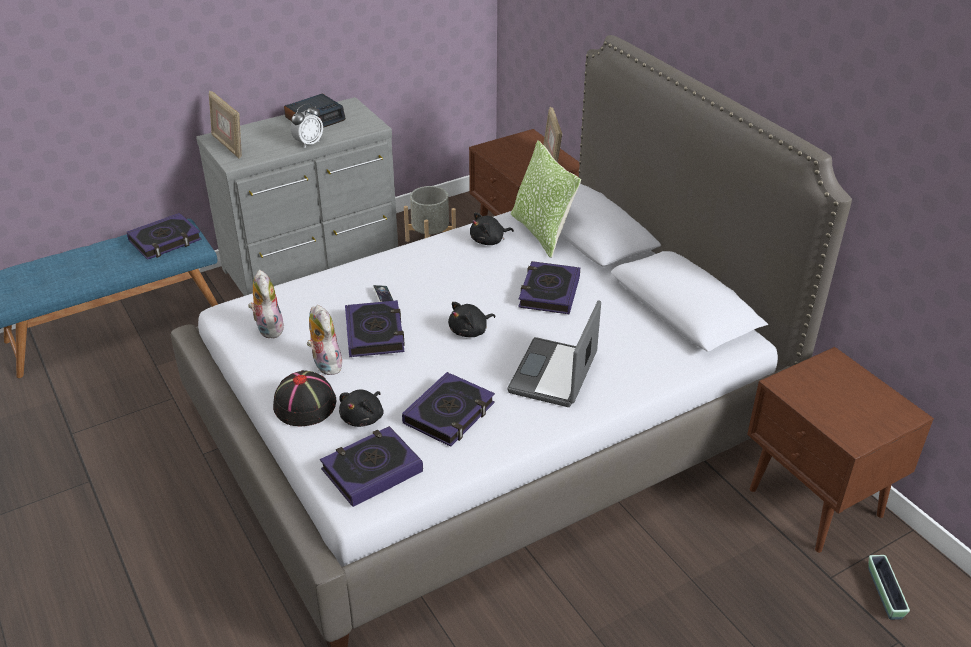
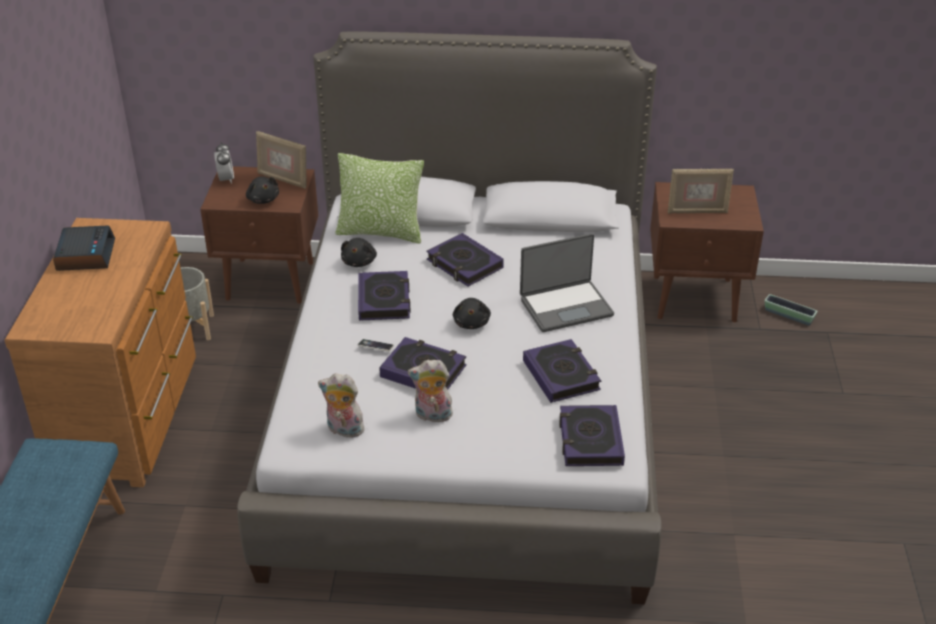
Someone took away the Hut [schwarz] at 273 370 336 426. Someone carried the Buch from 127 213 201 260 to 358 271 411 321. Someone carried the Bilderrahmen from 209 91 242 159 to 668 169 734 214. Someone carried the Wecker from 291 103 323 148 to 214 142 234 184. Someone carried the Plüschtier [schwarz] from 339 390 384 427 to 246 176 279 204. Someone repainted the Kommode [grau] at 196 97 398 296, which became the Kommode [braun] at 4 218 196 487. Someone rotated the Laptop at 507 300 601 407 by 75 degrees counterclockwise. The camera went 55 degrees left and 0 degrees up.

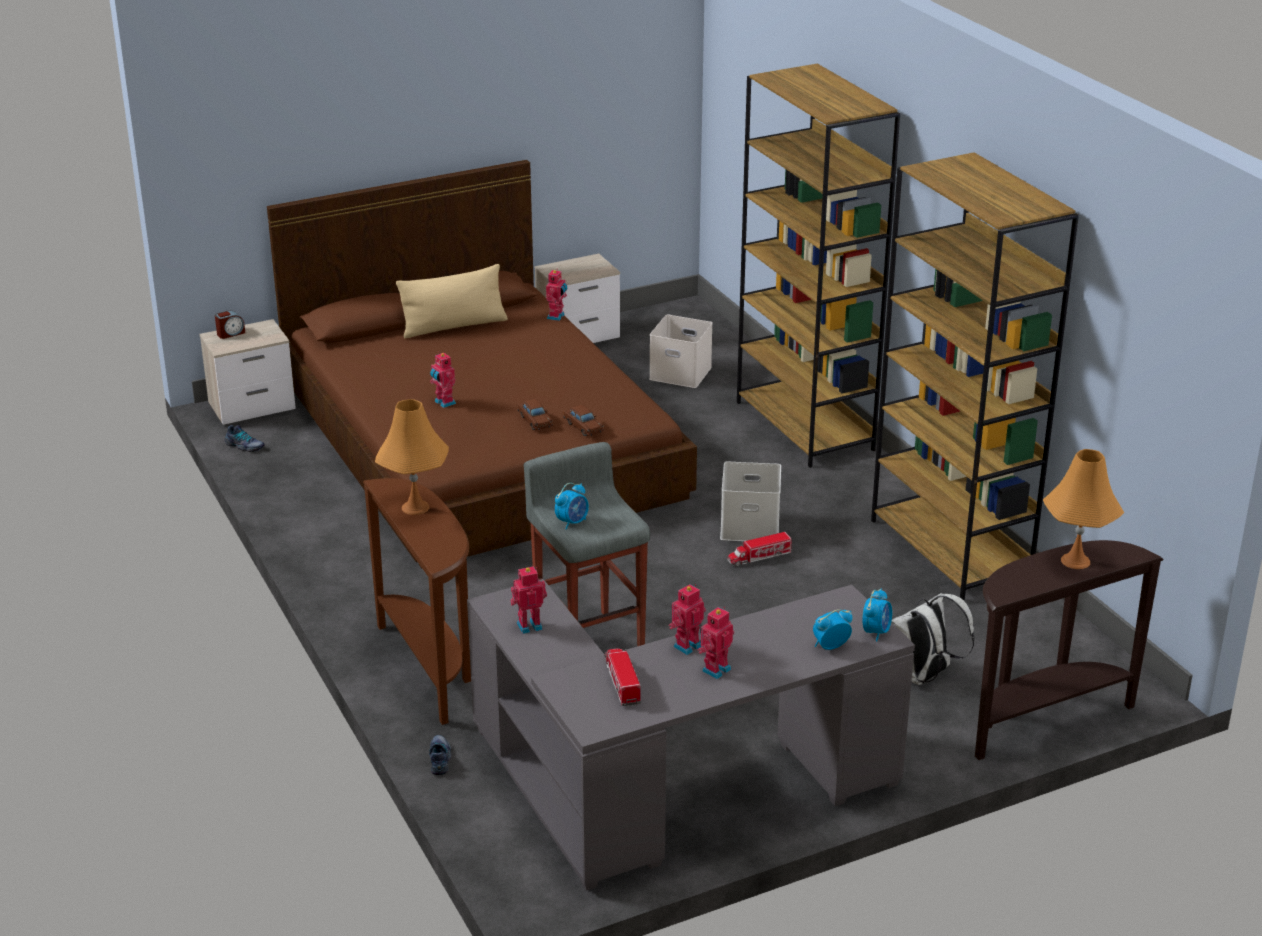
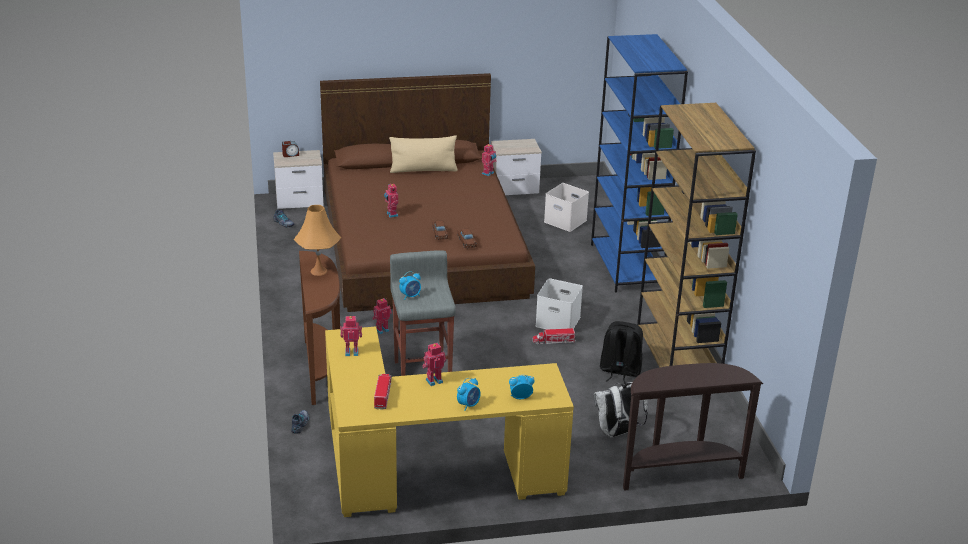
Someone took away the Tischlampe [orange] at 1043 449 1124 569. Someone put down the Rucksack [schwarz] at 600 321 643 384. Someone carried the Spielzeugroboter from 698 607 734 679 to 372 298 392 334. Someone carried the Wecker from 862 588 892 641 to 457 378 481 411. Someone repainted the Schreibtisch [grau] at 467 579 915 891, which became the Schreibtisch [gelb] at 325 327 574 517. Someone repainted the Bücherregal [braun] at 737 63 900 468, which became the Bücherregal [blau] at 591 34 688 292. The camera went 15 degrees right and 0 degrees up.

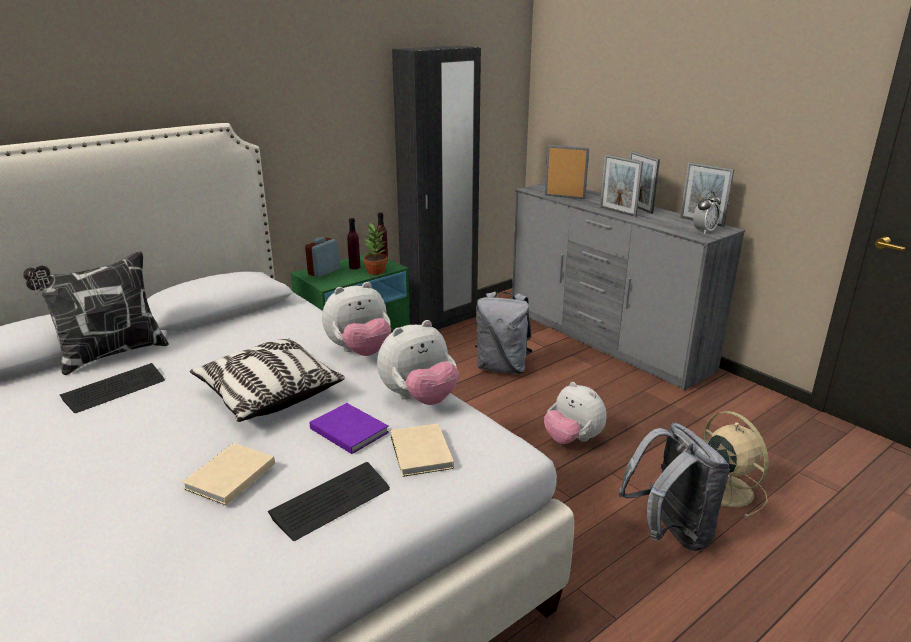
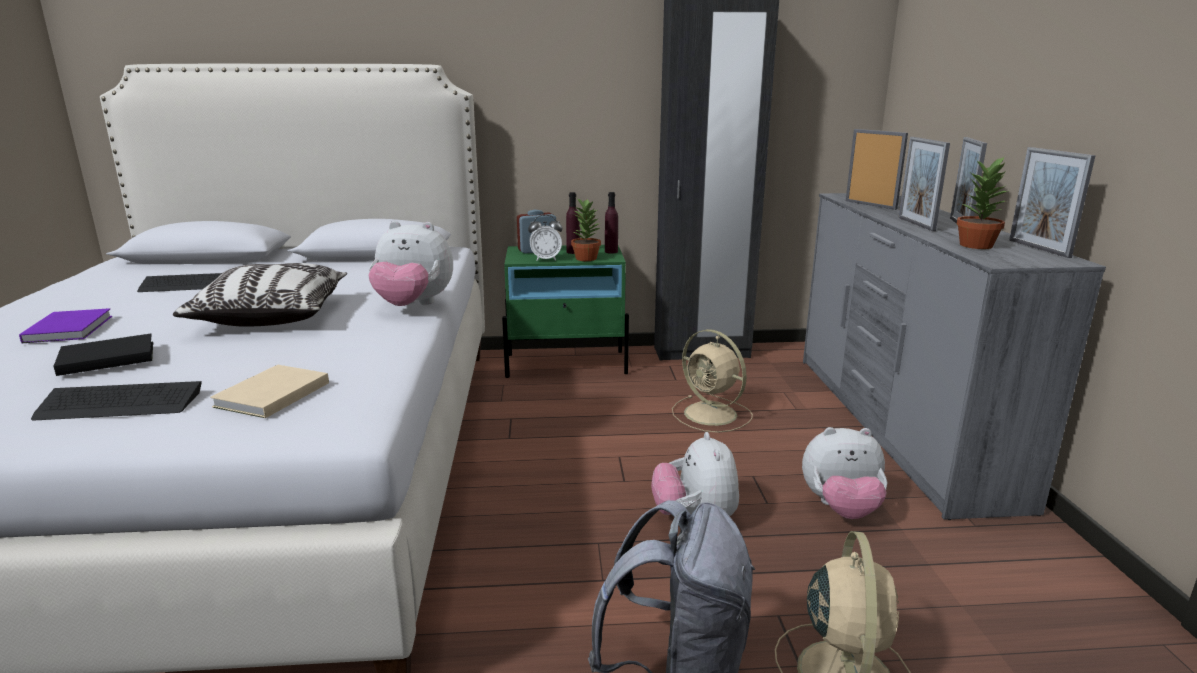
Someone took away the Kissen at 23 251 169 375. Someone put down the Topfpflanze at 957 156 1008 249. Someone carried the Buch [lila] from 310 403 389 454 to 19 308 112 343. Someone carried the Plüschtier from 377 320 459 405 to 802 427 887 519. Someone carried the Wecker from 693 192 721 234 to 528 215 562 261. Someone swapped the Rucksack [grau] at 475 292 532 374 for the Ventilator [beige] at 672 329 753 433. Someone repainted the Buch [beige] at 182 443 275 505, which became the Buch [schwarz] at 54 334 153 376. The camera went 35 degrees right and 5 degrees down.

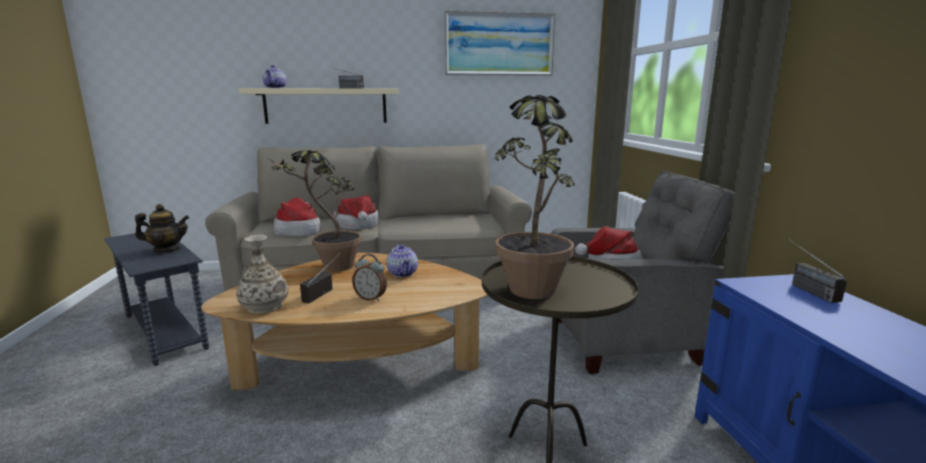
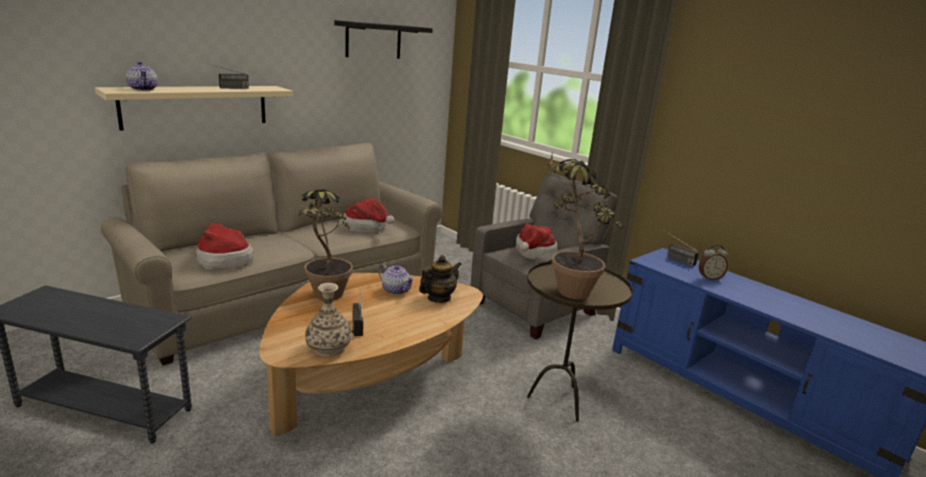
Someone carried the Teekanne from 135 204 189 253 to 419 255 462 303. Someone carried the Hut from 333 195 379 230 to 342 198 394 232. Someone carried the Wecker from 352 254 387 301 to 699 244 728 280. Someone swapped the Bild at 444 11 555 76 for the Wandregal [schwarz] at 334 20 433 59. The camera went 35 degrees left and 5 degrees up.

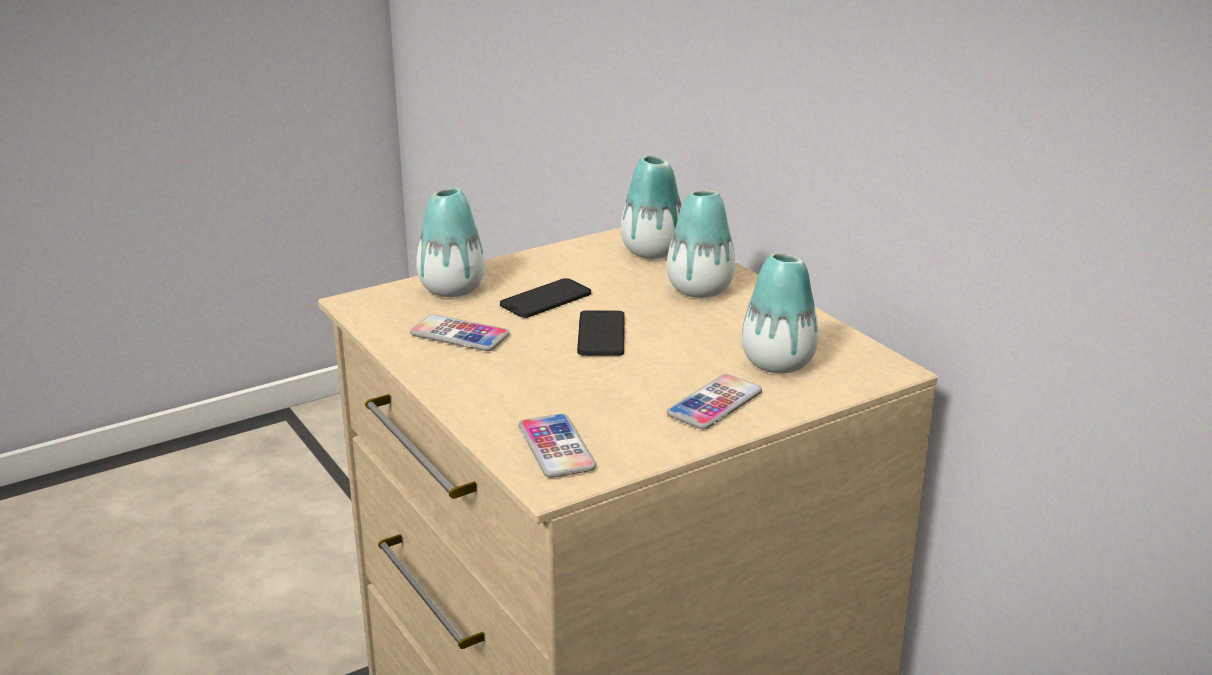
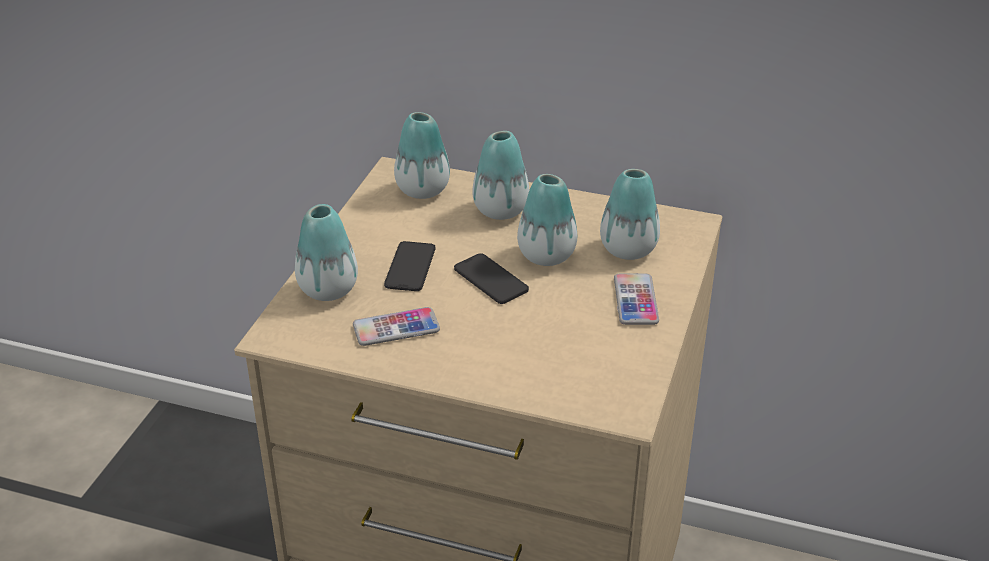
Someone took away the Handy at 519 414 596 478. Someone put down the Vase at 517 174 577 266. The camera went 40 degrees left and 10 degrees up.

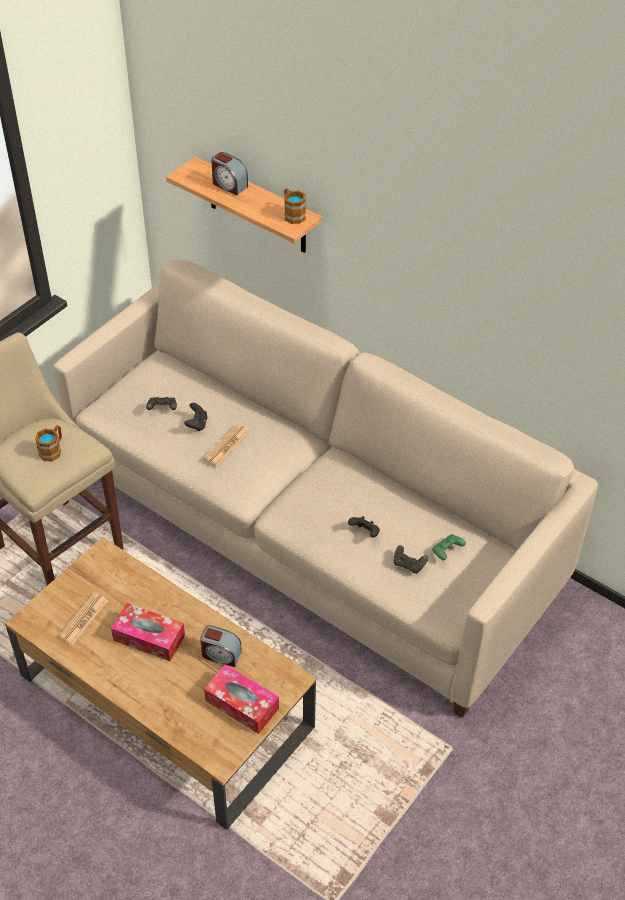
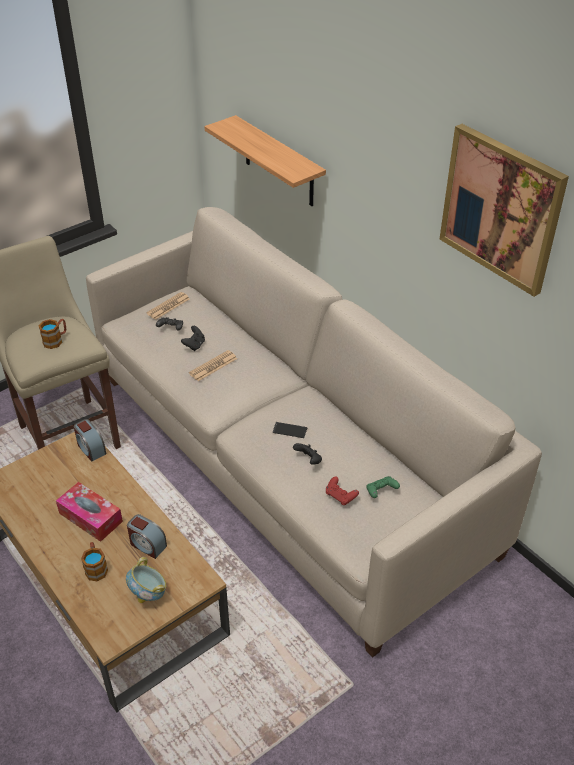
Someone put down the Handy at 272 422 308 438. Someone put up the Bild at 440 124 569 297. Someone carried the Zeitung from 58 593 108 645 to 146 292 190 320. Someone carried the Wecker from 211 152 248 196 to 74 419 106 462. Someone carried the Henkelbecher from 284 189 306 224 to 81 542 108 581. Someone swapped the Taschentuchbox at 204 664 279 734 for the Schüssel at 126 557 166 603. Someone repainted the Gamepad [schwarz] at 394 545 428 574, which became the Gamepad [rot] at 326 476 359 506. The camera went 15 degrees right and 5 degrees down.

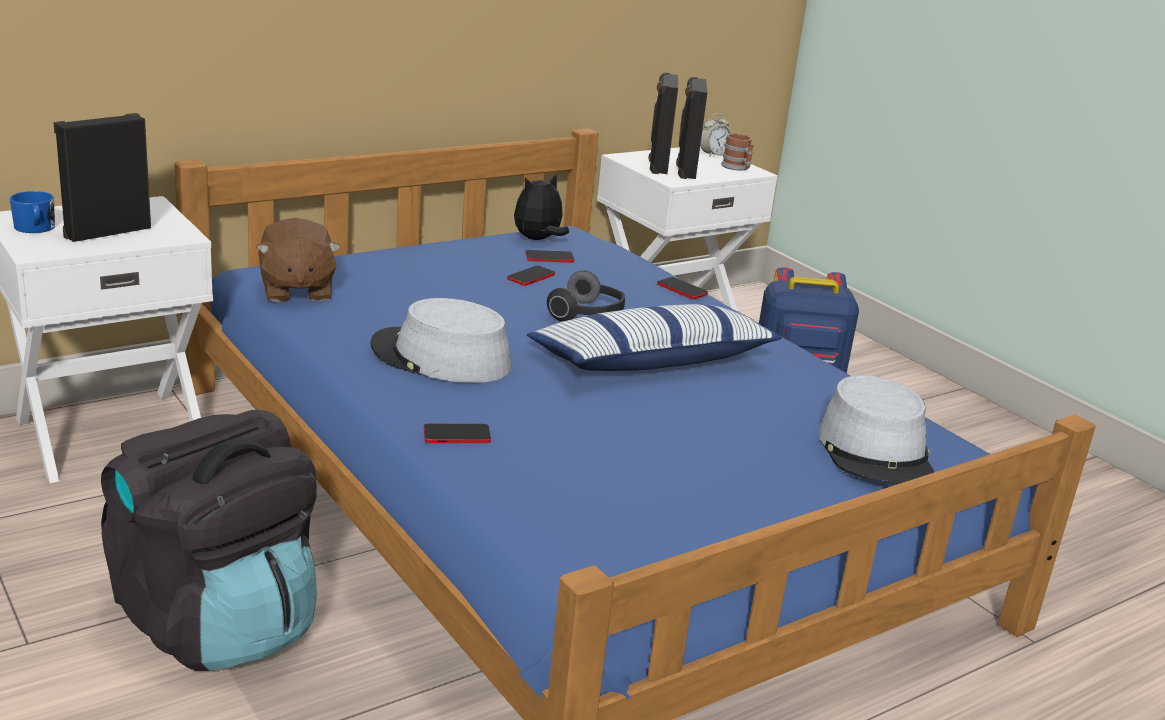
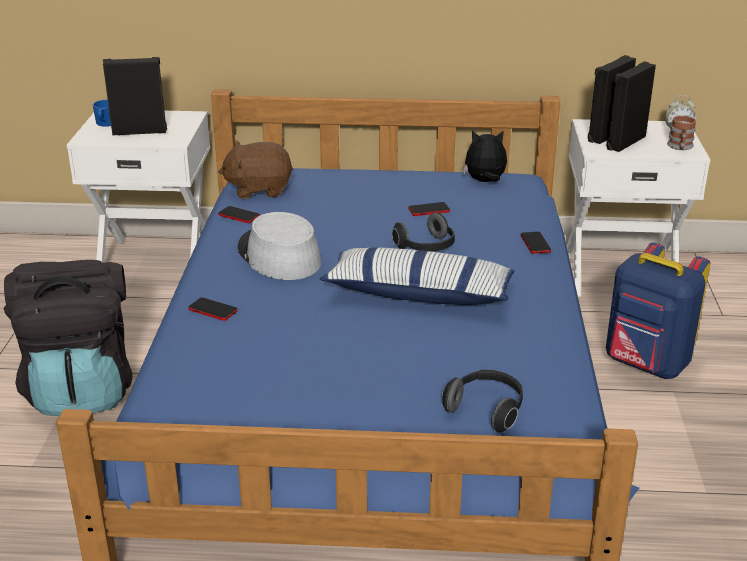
Someone carried the Handy from 526 250 574 263 to 218 206 260 223. Someone swapped the Hut [grau] at 819 375 934 485 for the Kopfhörer at 442 370 523 433. Someone rotated the Plüschtier [braun] at 256 218 341 302 by 60 degrees clockwise. The camera went 40 degrees right and 5 degrees up.

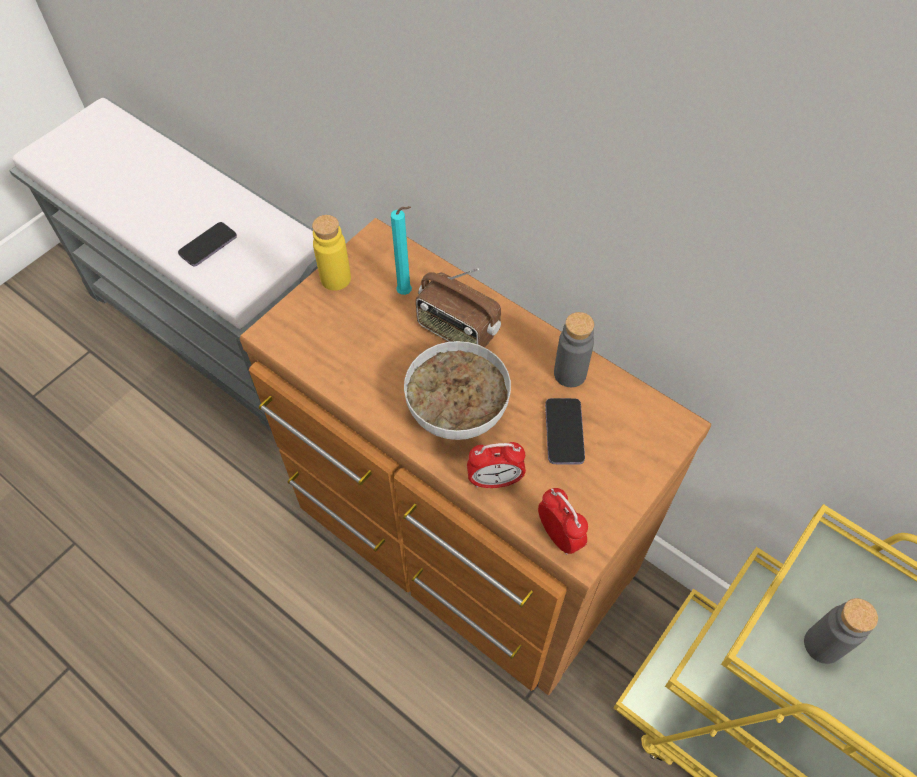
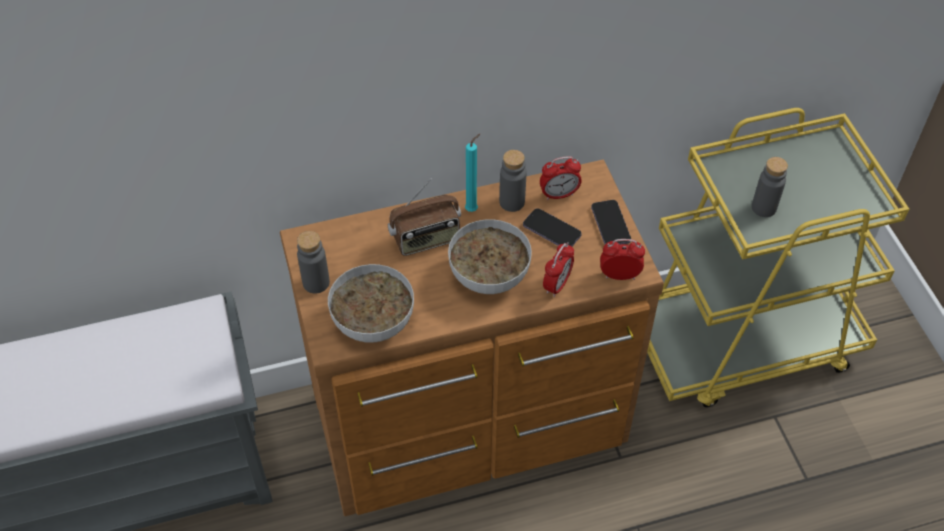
Someone put down the Schüssel at 328 264 414 343. Someone put down the Wecker at 540 156 582 200. Someone carried the Handy from 178 222 237 266 to 591 200 631 244. Someone carried the Kerze [türkis] from 391 206 412 295 to 465 134 480 212. Someone repainted the Flasche [gelb] at 312 215 351 291, which became the Flasche [grau] at 297 231 330 294. The camera went 55 degrees left and 5 degrees down.

